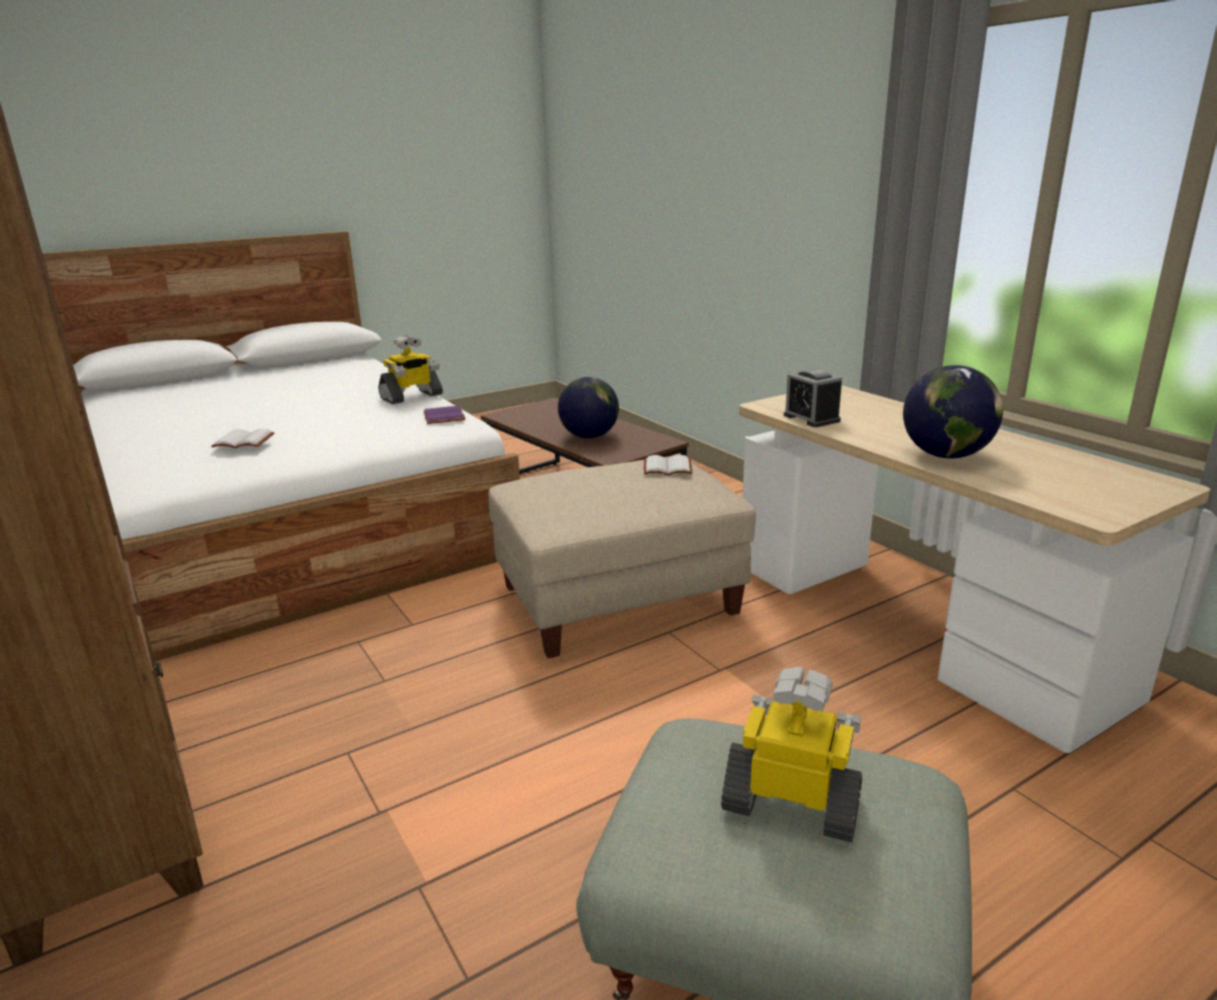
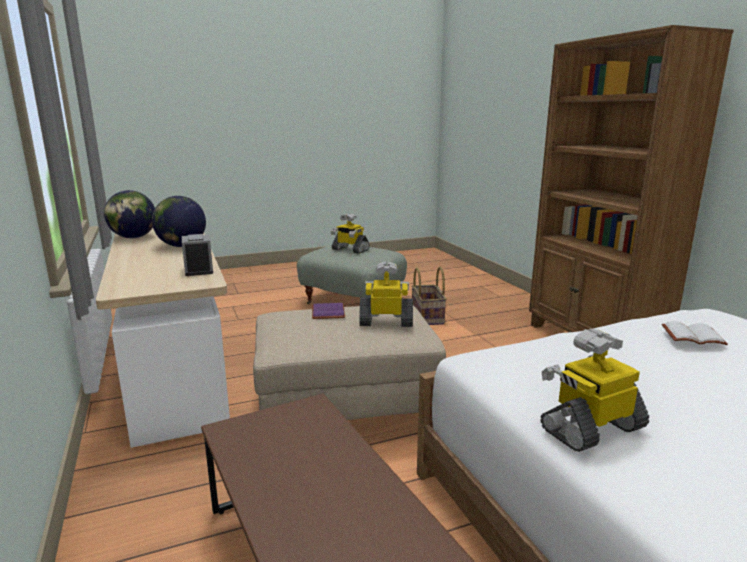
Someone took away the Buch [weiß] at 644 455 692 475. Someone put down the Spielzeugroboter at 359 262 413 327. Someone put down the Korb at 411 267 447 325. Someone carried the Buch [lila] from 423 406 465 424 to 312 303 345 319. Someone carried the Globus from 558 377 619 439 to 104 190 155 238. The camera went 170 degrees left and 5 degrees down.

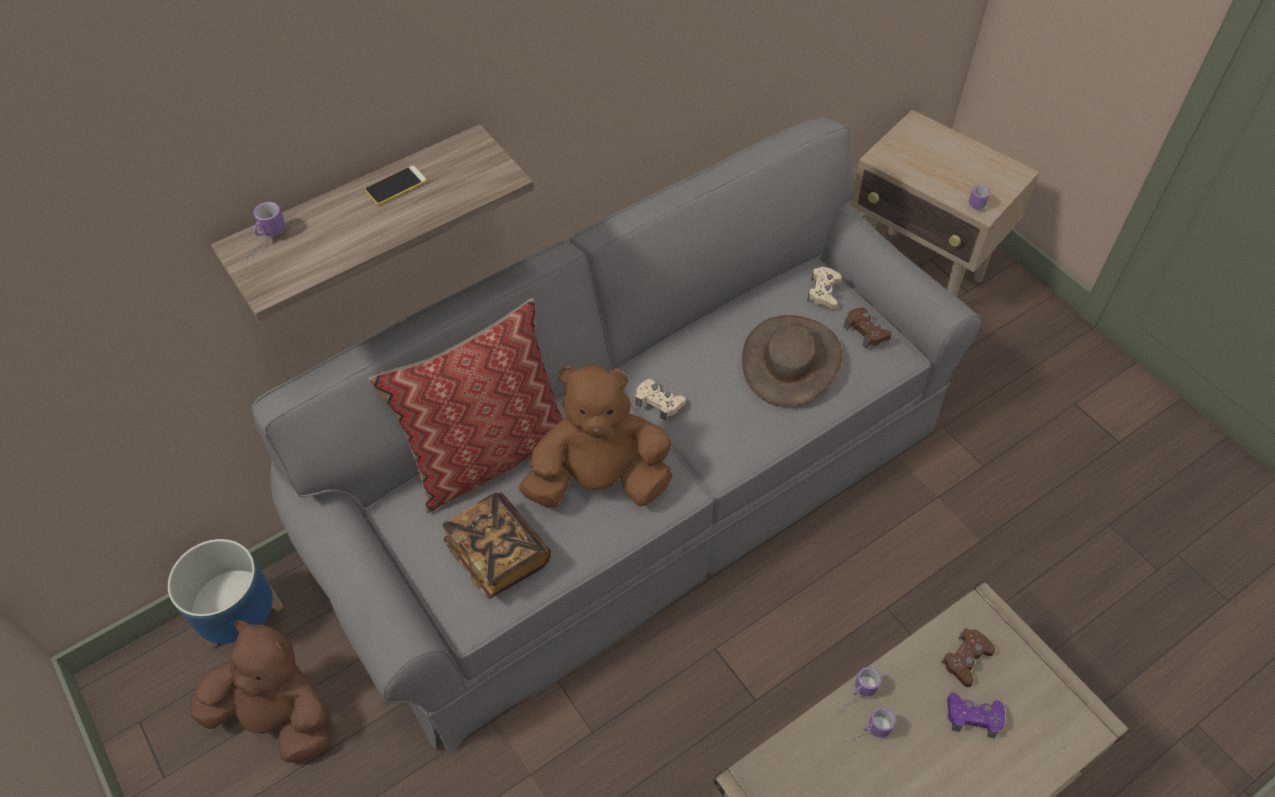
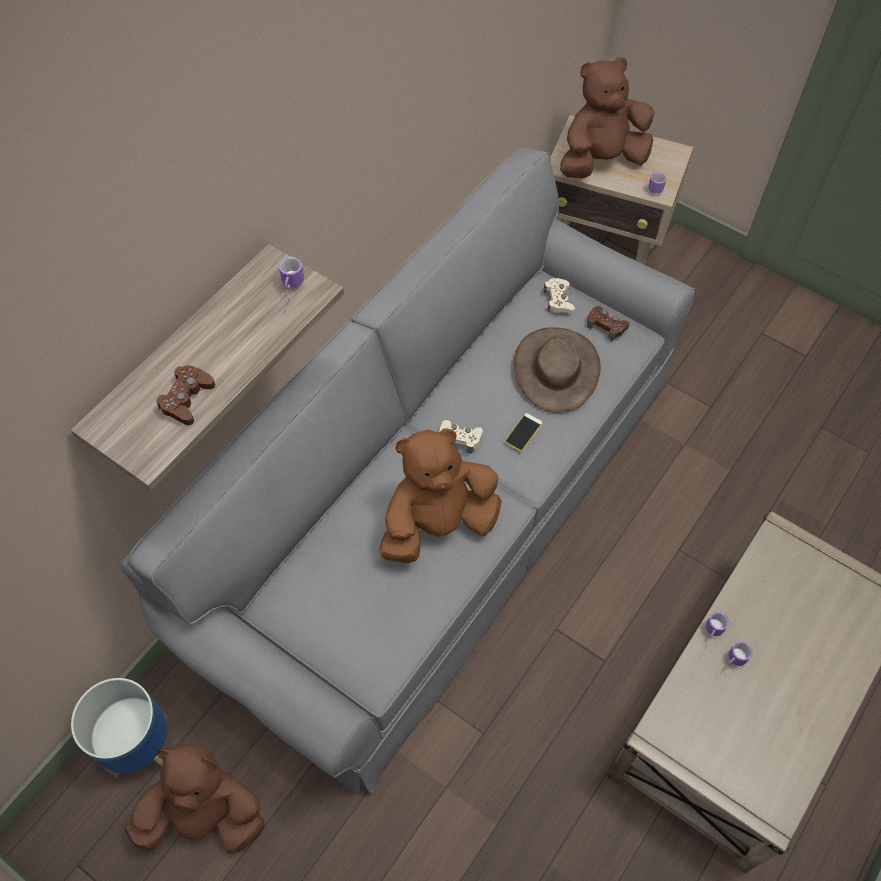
Someone took away the Kissen at 368 298 563 513. Someone took away the Buch at 442 492 551 599. Someone took away the Gamepad [lila] at 947 693 1005 738. Someone put down the Plüschtier [braun] at 560 57 655 178. Someone carried the Henkelbecher from 245 202 286 261 to 279 257 304 312. Someone carried the Handy from 365 165 427 205 to 505 413 543 452. Someone carried the Gamepad [braun] from 941 628 995 687 to 156 365 215 425. The camera went 20 degrees left and 5 degrees up.

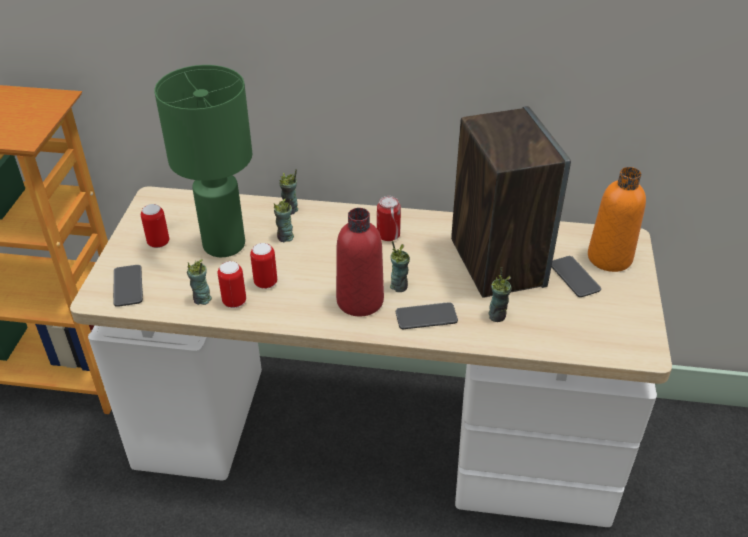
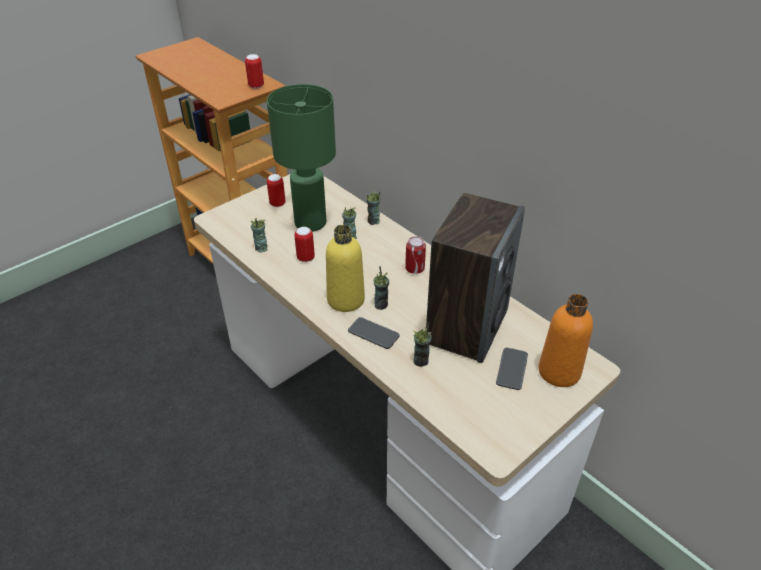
Someone took away the Handy at 113 265 143 307. Someone carried the Dose from 218 261 246 308 to 245 54 264 89. Someone repainted the Flasche [rot] at 336 208 384 317, which became the Flasche [gelb] at 326 225 365 312. The camera went 40 degrees right and 0 degrees up.

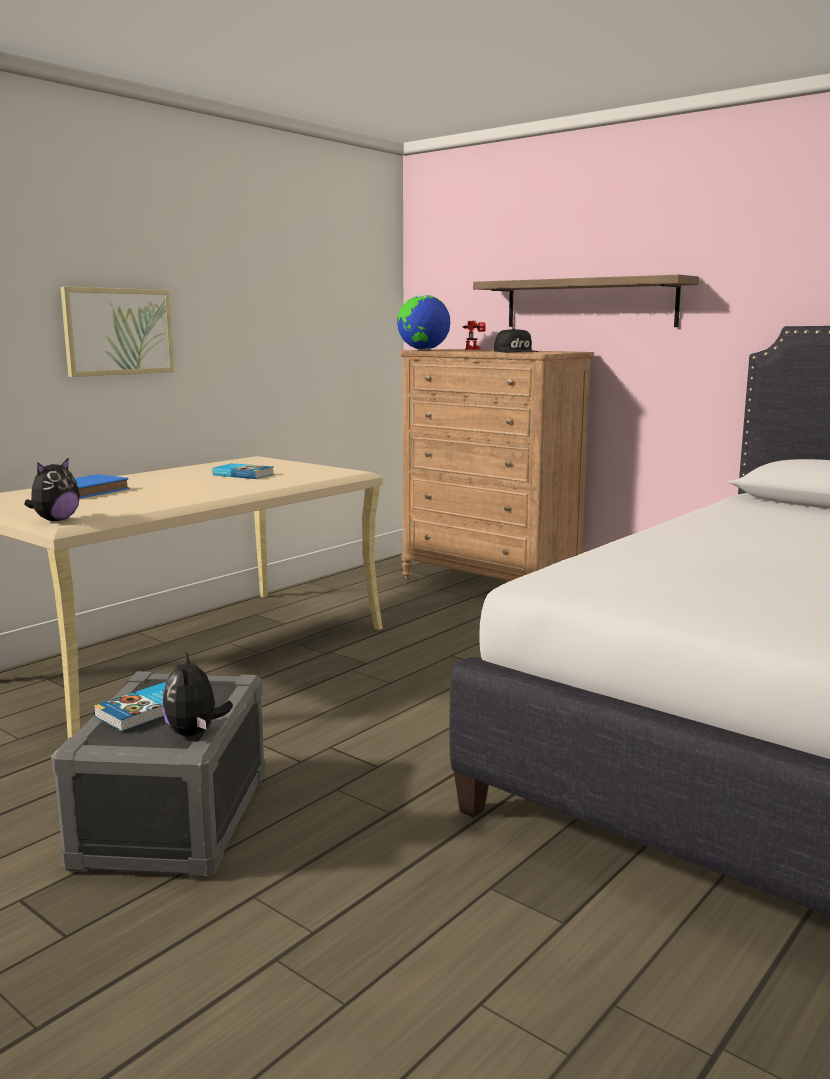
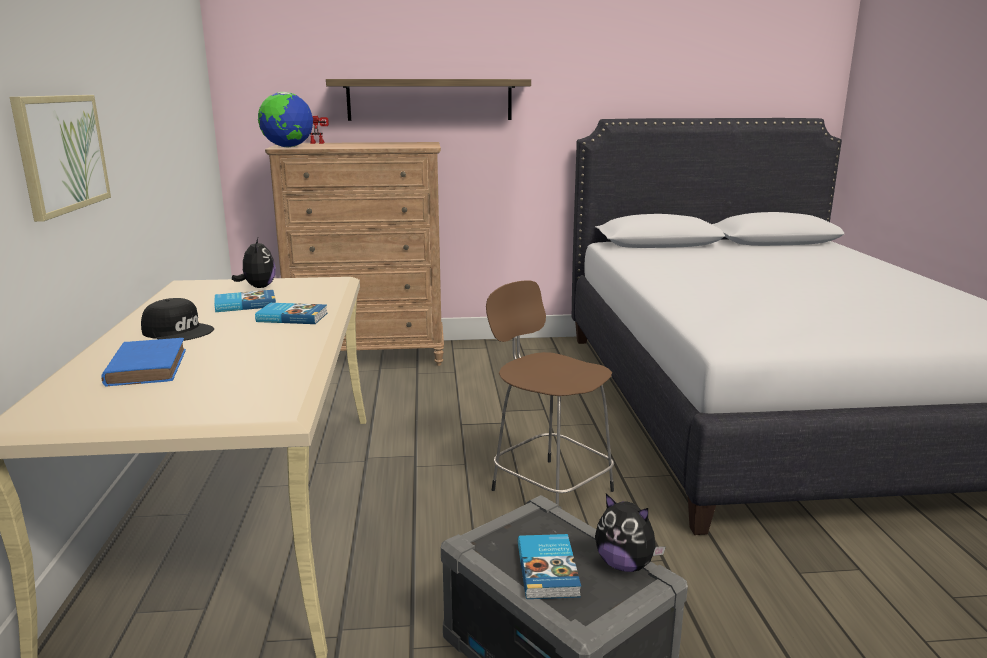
Someone put down the Buch at 255 303 328 324. Someone put down the Hocker [braun] at 486 280 614 505. Someone carried the Plüschtier from 24 457 80 521 to 232 238 276 288. Someone carried the Kappe [schwarz] from 494 328 538 352 to 141 298 214 341. The camera went 45 degrees left and 5 degrees up.

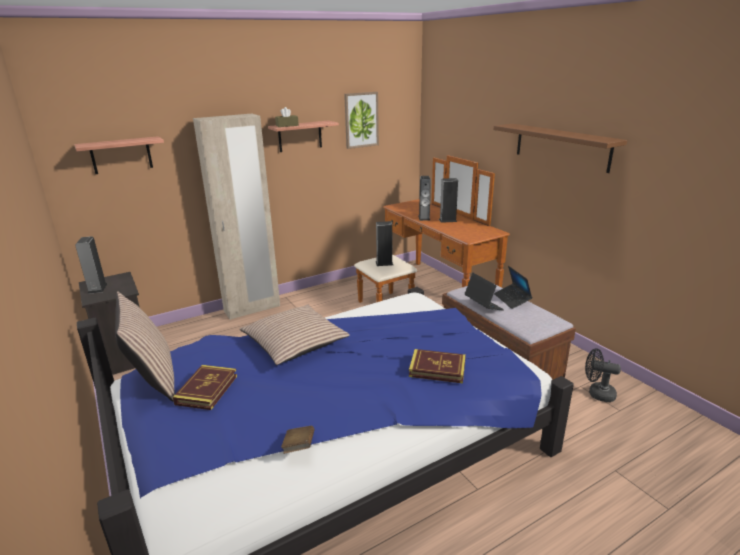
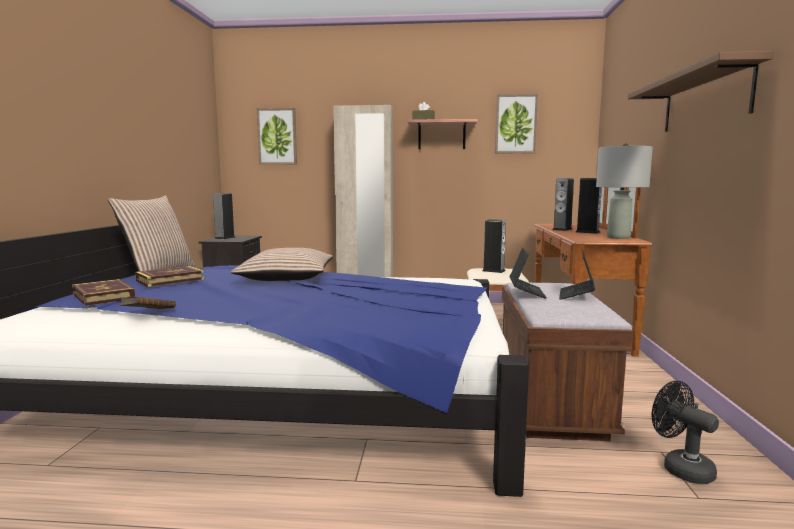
Someone put down the Tischlampe [grau] at 596 143 653 239. Someone carried the Buch from 409 349 466 384 to 72 279 135 306. Someone swapped the Wandregal at 74 136 164 174 for the Bild at 257 108 297 165. The camera went 35 degrees right and 15 degrees down.

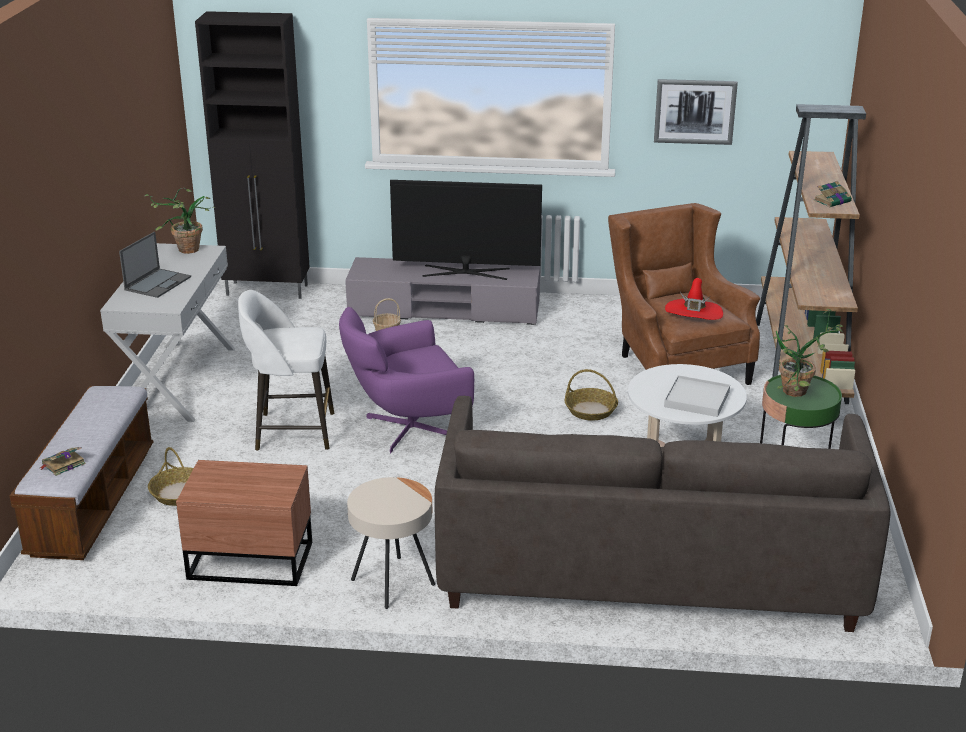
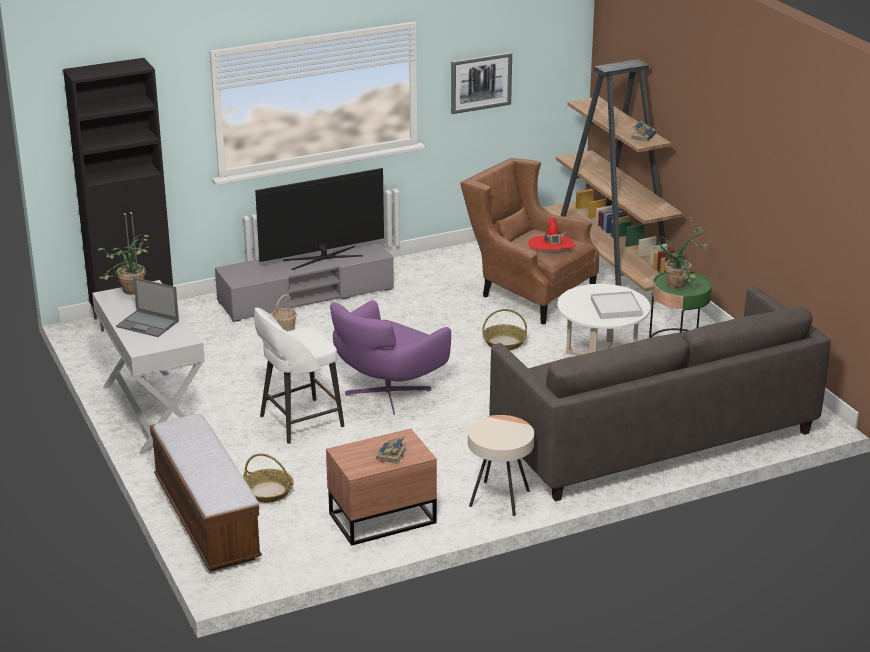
Someone carried the Buch from 40 447 86 476 to 376 436 407 464. Someone rotated the Laptop at 119 232 191 298 by 120 degrees clockwise. The camera went 30 degrees left and 0 degrees up.

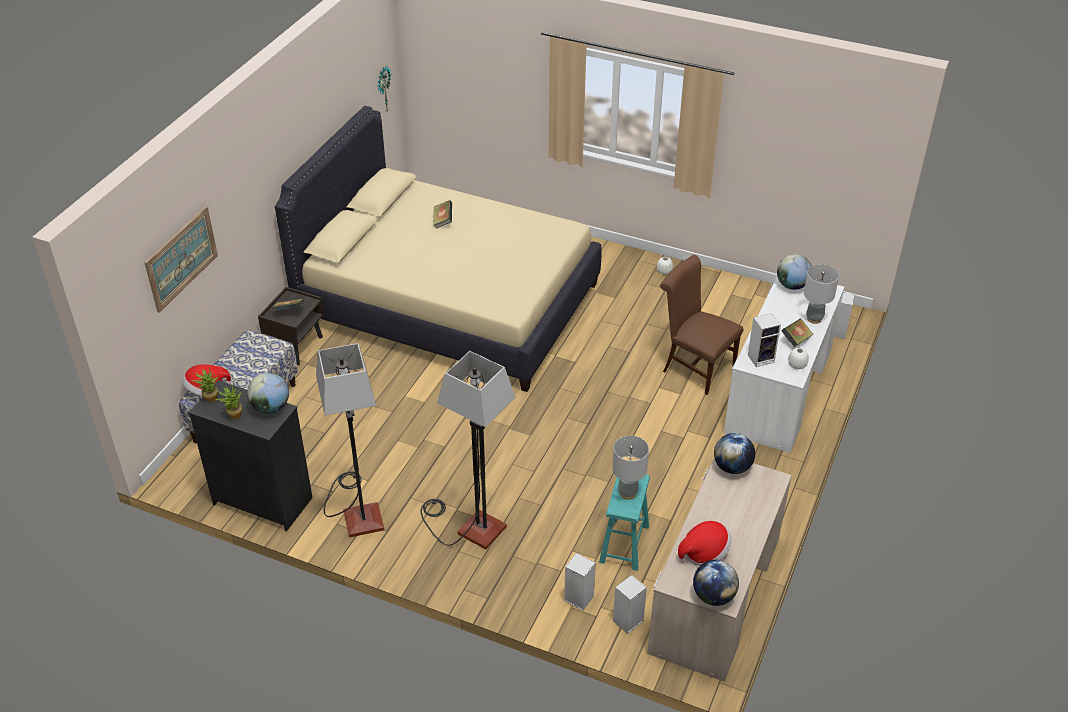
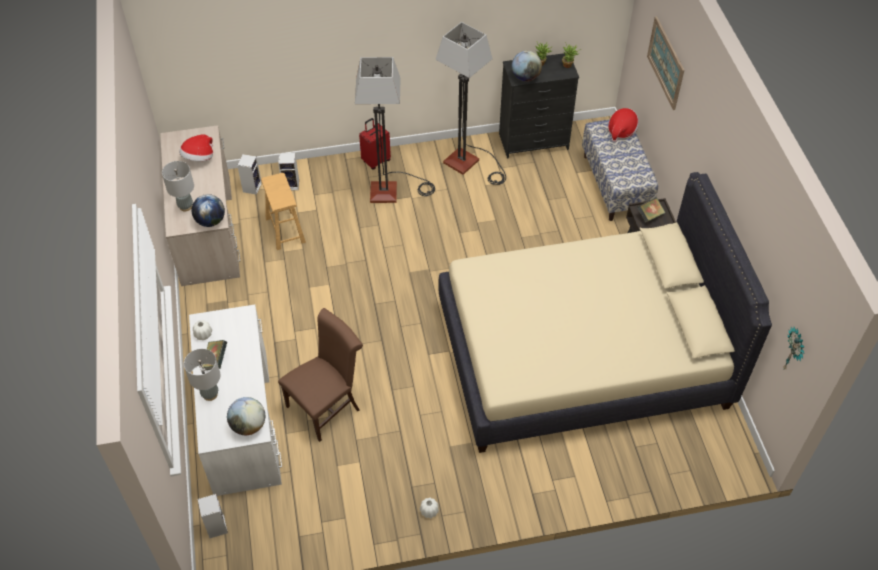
Someone took away the Buch at 433 200 452 229. Someone took away the Globus at 693 560 739 606. Someone took away the Lautsprecher at 748 313 781 367. Someone put down the Koffer [rot] at 359 118 391 170. Someone carried the Tischlampe [grau] from 612 436 649 500 to 162 161 194 211. Someone repainted the Hocker [türkis] at 599 474 650 571, which became the Hocker [braun] at 261 173 306 250. Someone rotated the Stuhl [braun] at 660 255 743 395 by 45 degrees counterclockwise. The camera went 145 degrees right and 10 degrees up.

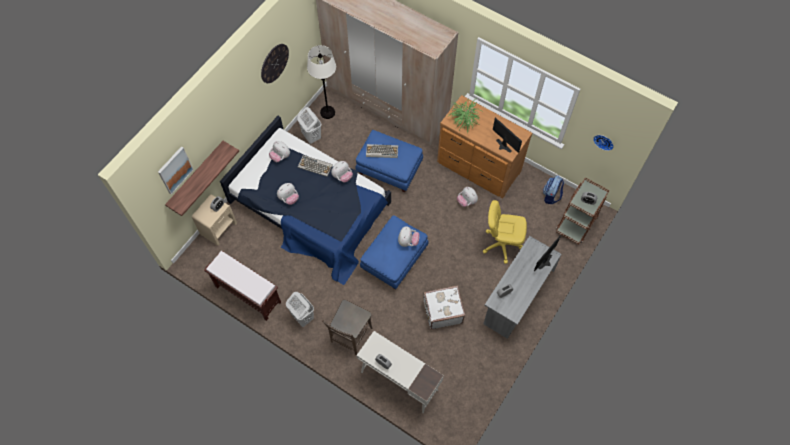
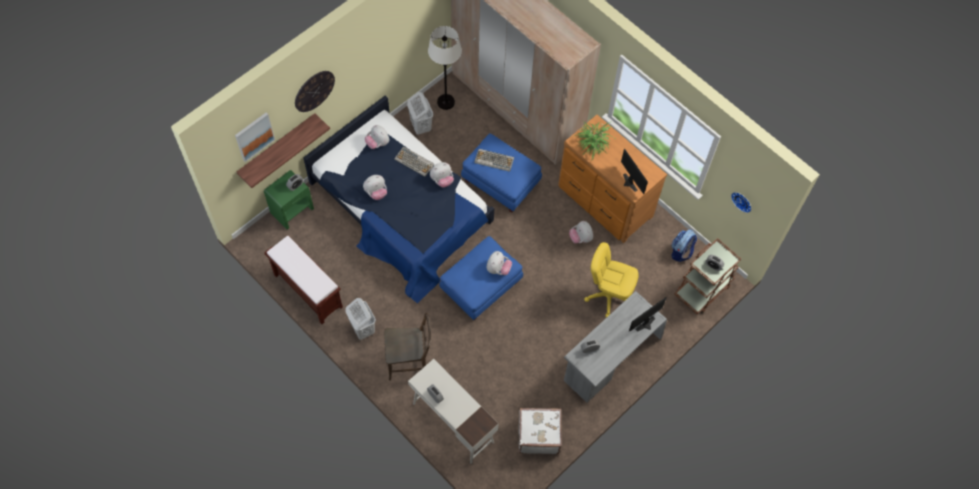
Someone carried the Wanduhr from 261 44 289 83 to 295 71 335 112. Someone carried the Koffer [weiß] from 423 285 465 330 to 519 408 562 454. Someone repainted the Nachttisch [beige] at 192 194 237 246, which became the Nachttisch [grün] at 264 170 314 230. Someone rotated the Stuhl [braun] at 322 300 373 355 by 135 degrees counterclockwise. The camera went 10 degrees right and 0 degrees up.

